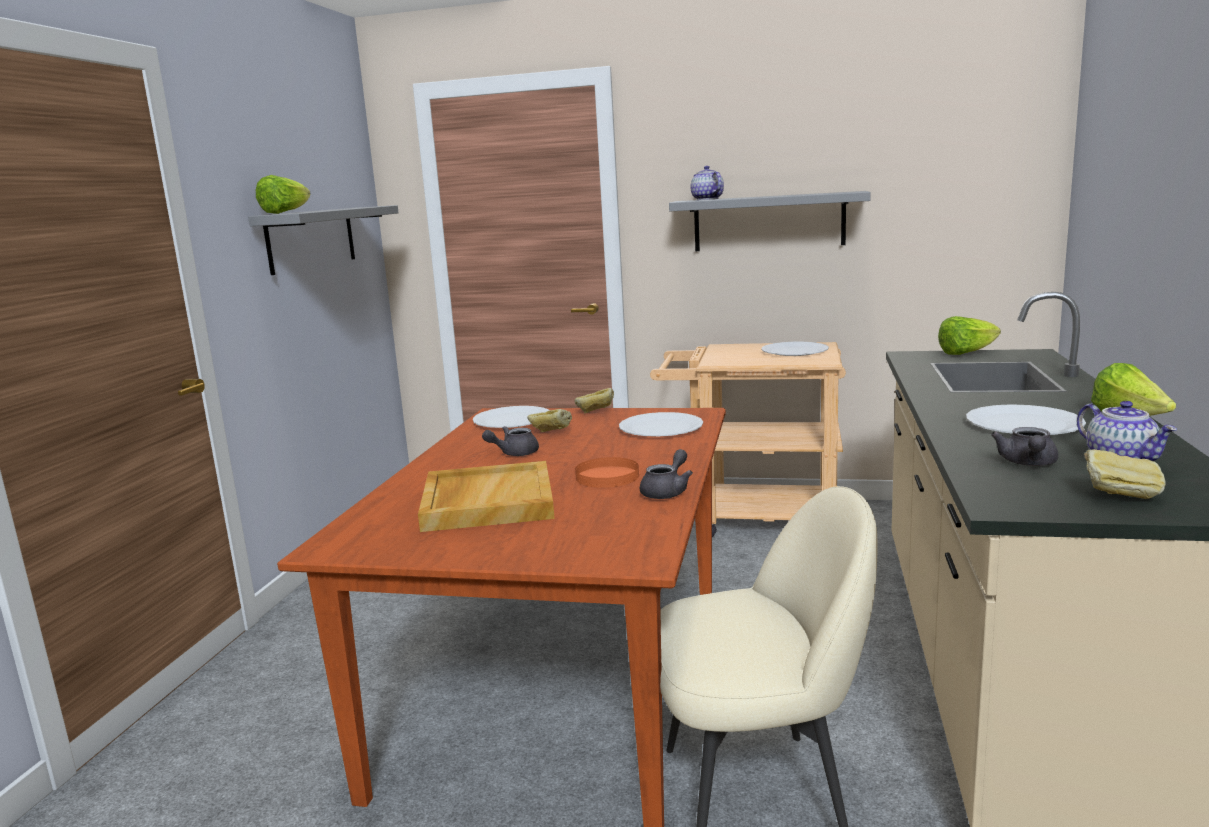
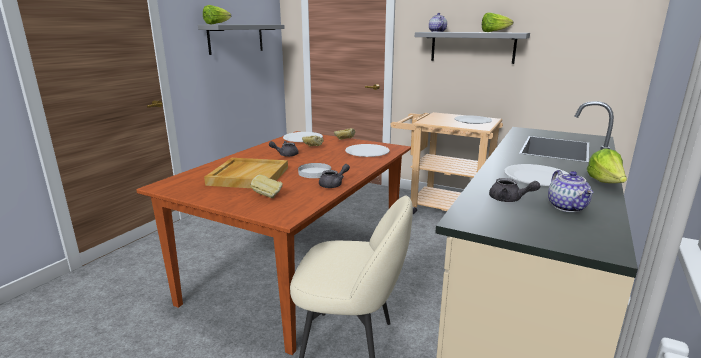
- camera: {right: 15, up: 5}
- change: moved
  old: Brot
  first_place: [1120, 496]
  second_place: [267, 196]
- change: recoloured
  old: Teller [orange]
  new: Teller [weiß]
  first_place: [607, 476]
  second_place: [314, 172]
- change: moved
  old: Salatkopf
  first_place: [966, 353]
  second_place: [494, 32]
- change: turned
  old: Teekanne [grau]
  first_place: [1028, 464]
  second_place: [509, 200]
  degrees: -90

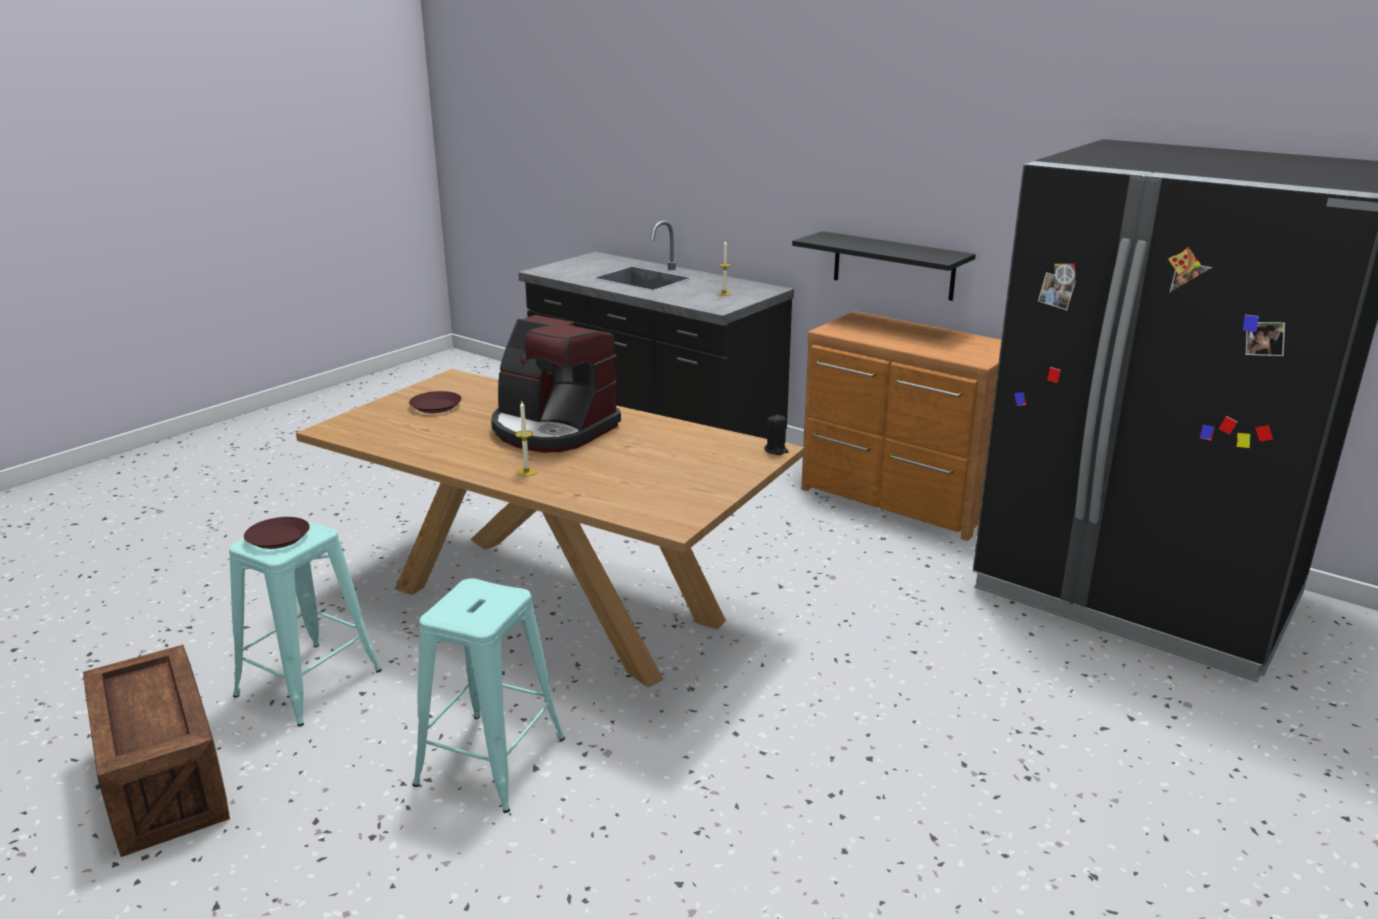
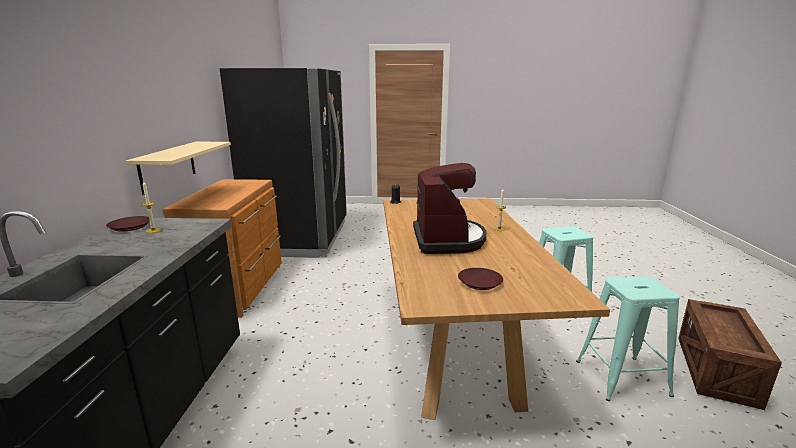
- camera: {right: -125, up: -5}
- change: moved
  old: Teller [braun]
  first_place: [279, 538]
  second_place: [130, 226]
- change: recoloured
  old: Wandregal [schwarz]
  new: Wandregal [beige]
  first_place: [893, 266]
  second_place: [168, 166]

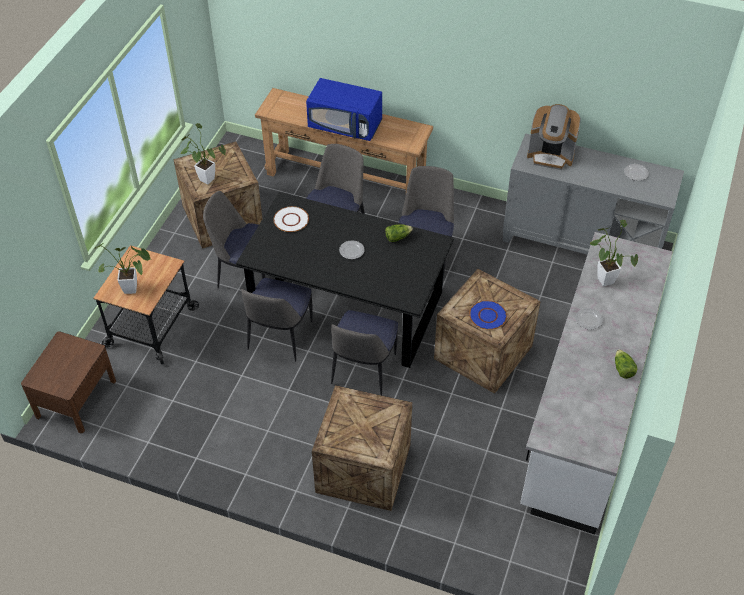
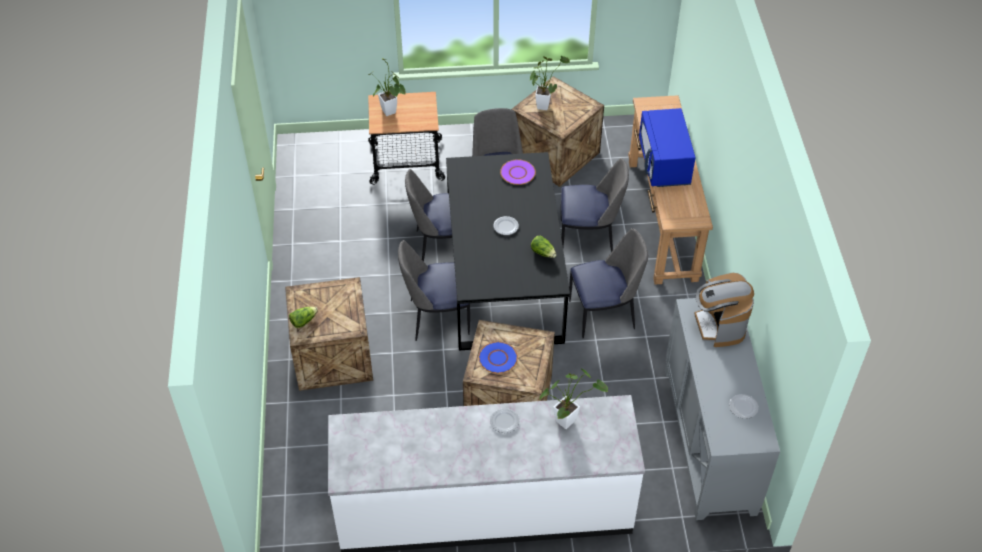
- camera: {right: 65, up: 0}
- change: moved
  old: Salatkopf
  first_place: [622, 369]
  second_place: [303, 321]
- change: recoloured
  old: Teller [weiß]
  new: Teller [lila]
  first_place: [291, 220]
  second_place: [517, 173]
- change: removed
  old: Nachttisch [braun]
  first_place: [76, 398]

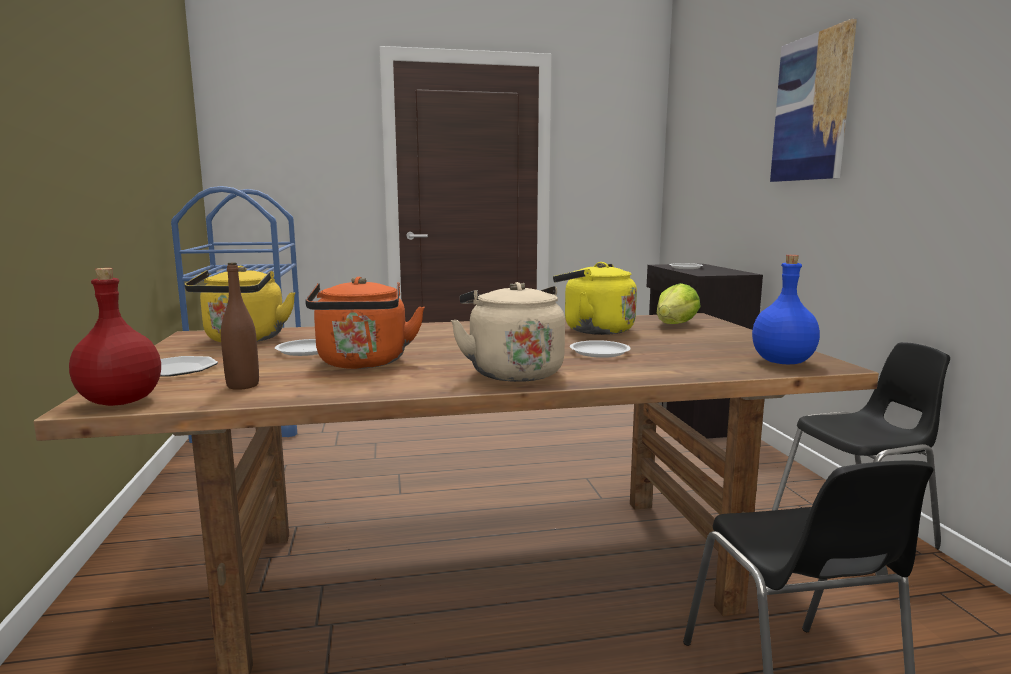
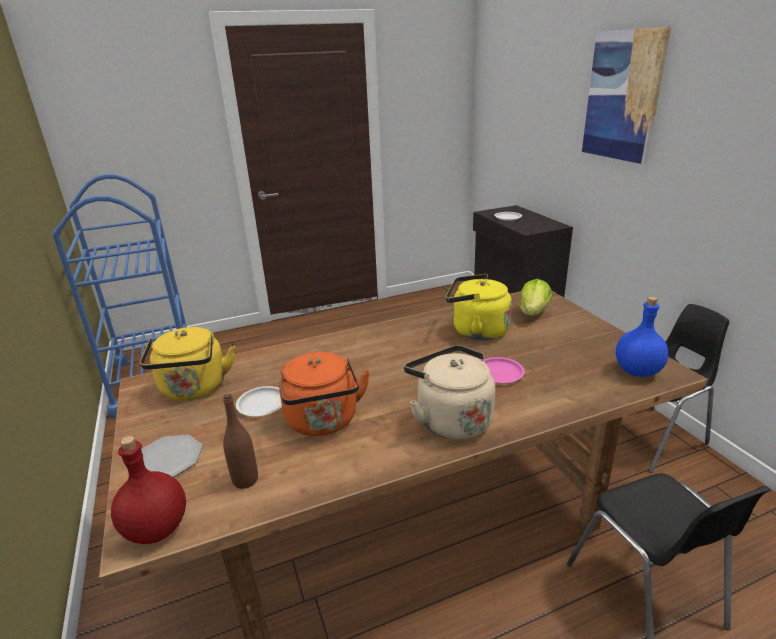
- camera: {right: -10, up: 15}
- change: recoloured
  old: Teller [weiß]
  new: Teller [rosa]
  first_place: [599, 352]
  second_place: [499, 373]

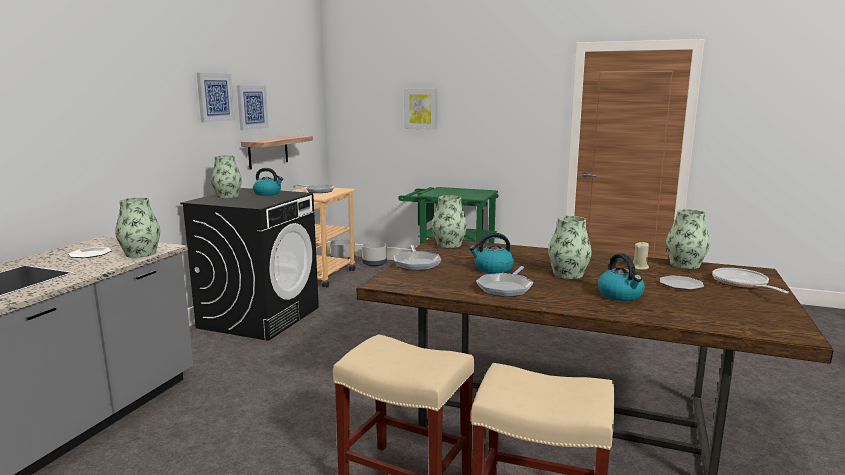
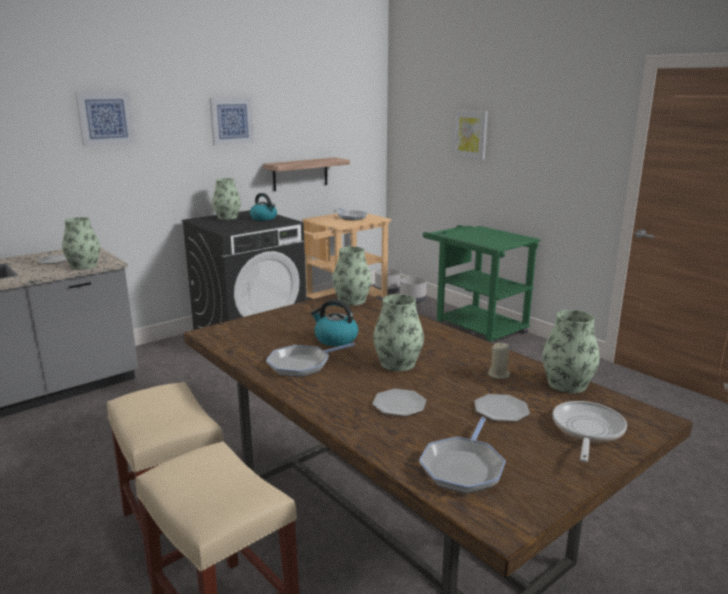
- camera: {right: 30, up: 5}
- change: moved
  old: Bild
  first_place: [252, 107]
  second_place: [105, 118]
- change: replaced
  old: Wasserkessel
  new: Teller
  first_place: [620, 295]
  second_place: [399, 404]
- change: moved
  old: Pfanne
  first_place: [416, 263]
  second_place: [463, 468]

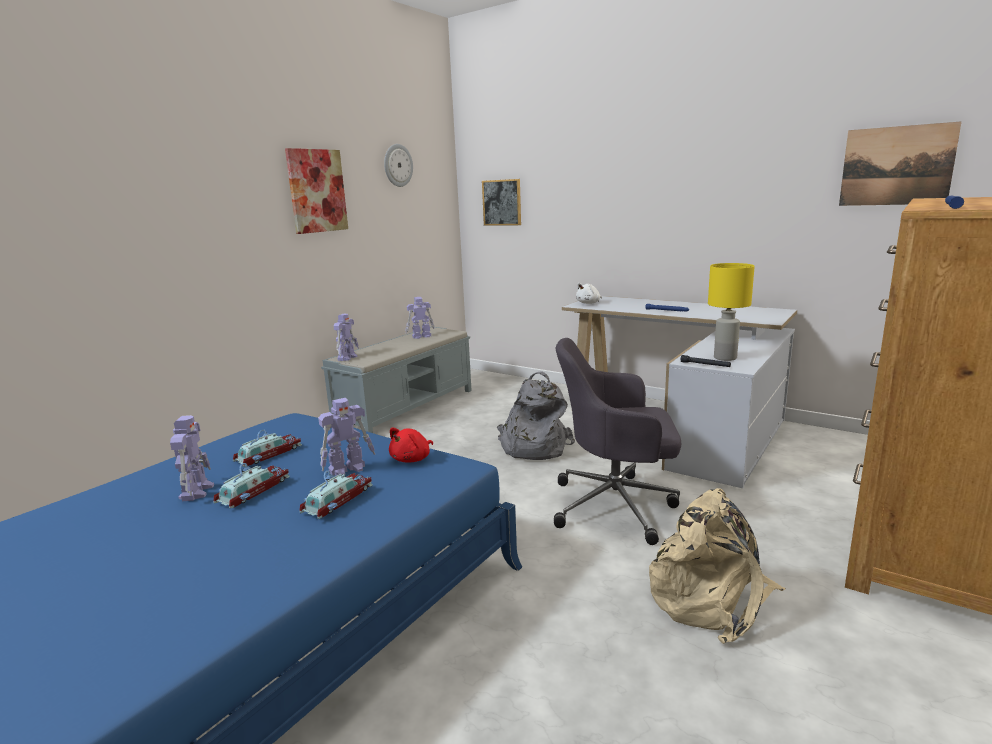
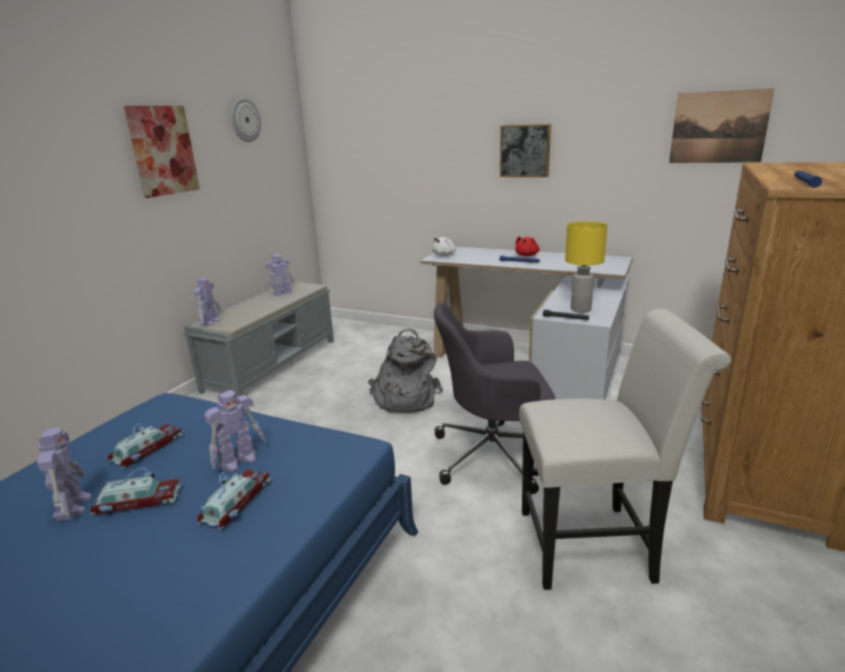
- camera: {right: -10, up: 5}
- change: turned
  old: Spielzeugauto
  first_place: [251, 491]
  second_place: [137, 500]
  degrees: 60
- change: moved
  old: Bild
  first_place: [502, 202]
  second_place: [525, 151]
- change: moved
  old: Plüschtier [rot]
  first_place: [412, 459]
  second_place: [527, 255]
- change: replaced
  old: Rucksack [beige]
  new: Stuhl [weiß]
  first_place: [711, 598]
  second_place: [595, 544]

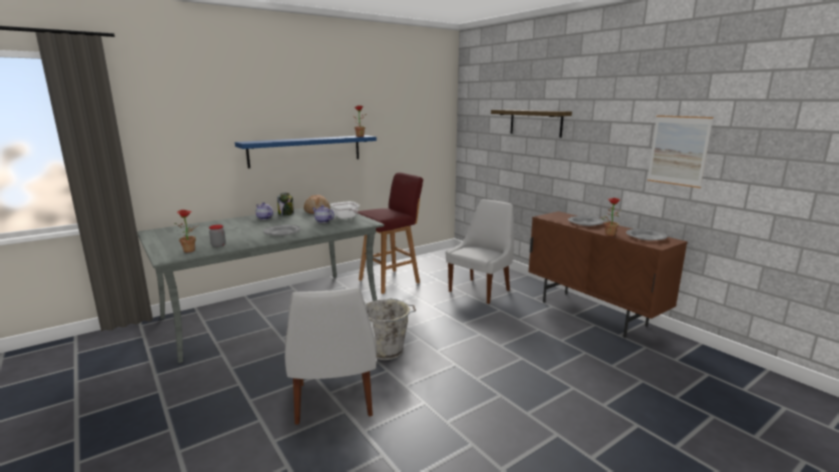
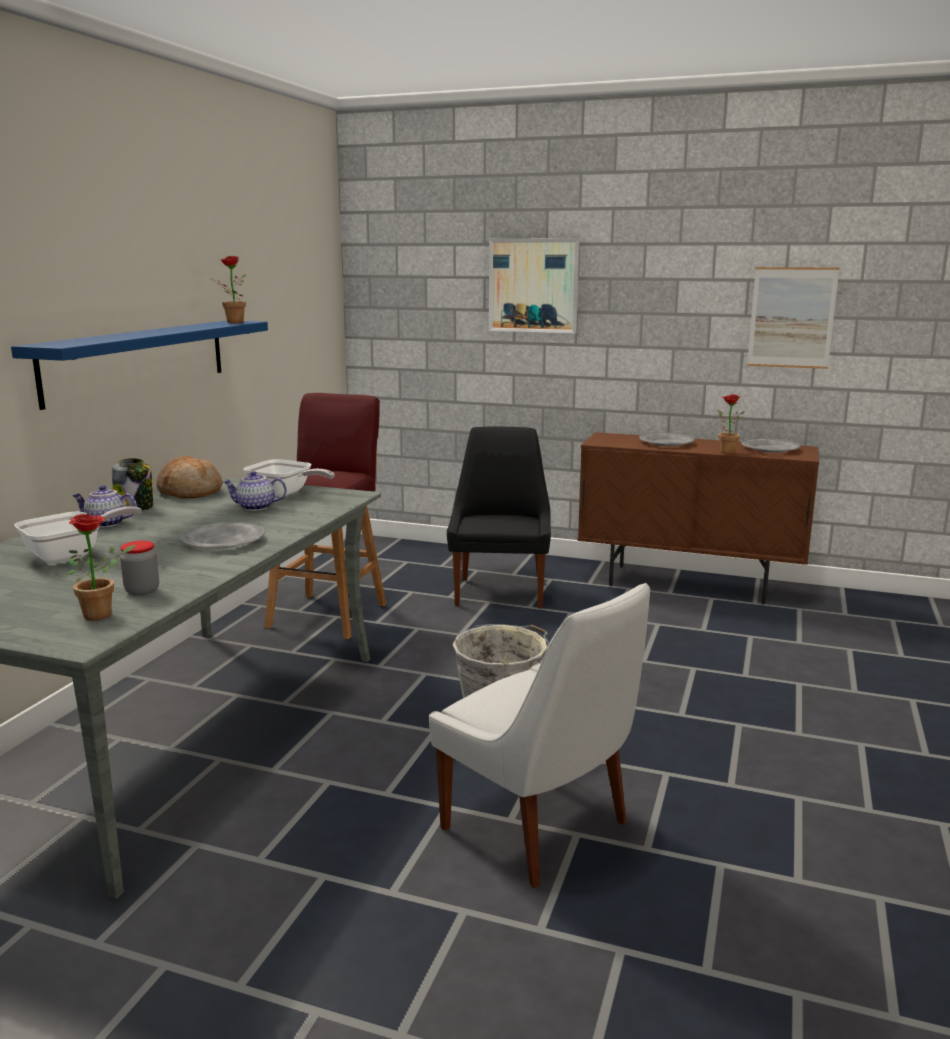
- camera: {right: -35, up: 0}
- change: added
  new: Pfanne
  second_place: [72, 554]
- change: recoloured
  old: Stuhl [weiß]
  new: Stuhl [schwarz]
  first_place: [480, 290]
  second_place: [500, 591]
- change: replaced
  old: Wandregal
  new: Bild
  first_place: [535, 123]
  second_place: [533, 285]

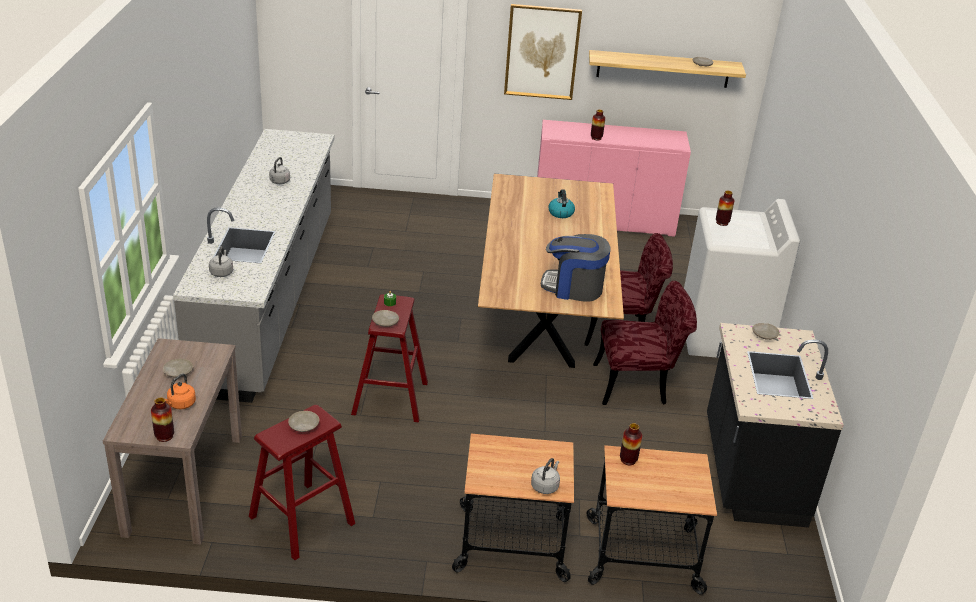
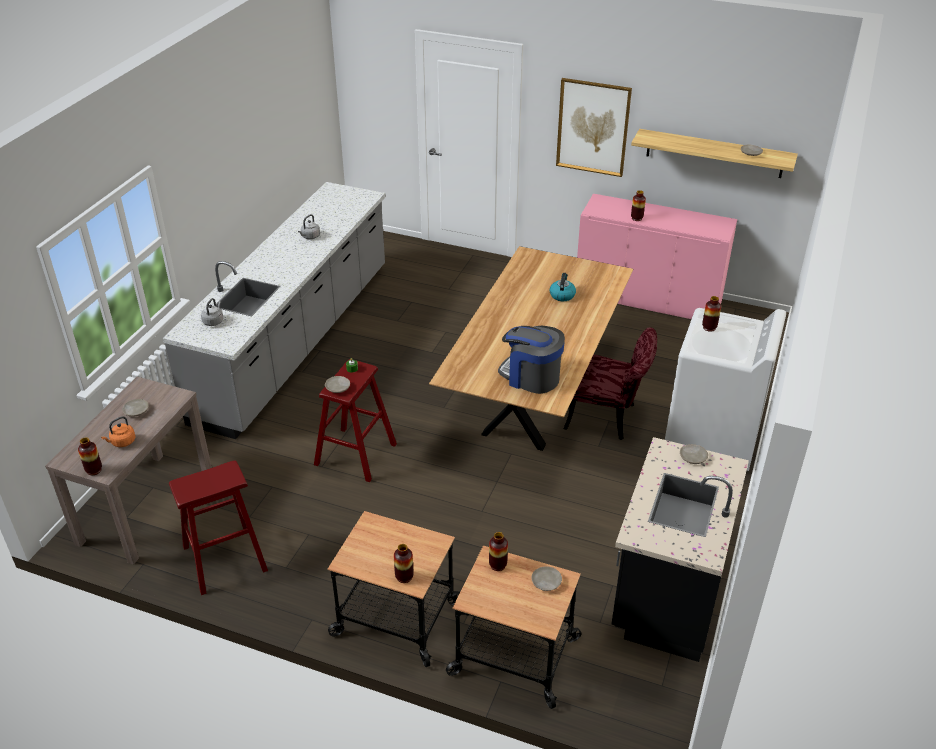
- camera: {right: 20, up: 5}
- change: replaced
  old: Wasserkessel [grau]
  new: Vase
  first_place: [545, 486]
  second_place: [404, 577]
- change: moved
  old: Teller [beige]
  first_place: [303, 425]
  second_place: [546, 582]
- change: removed
  old: Stuhl [rot]
  first_place: [638, 385]

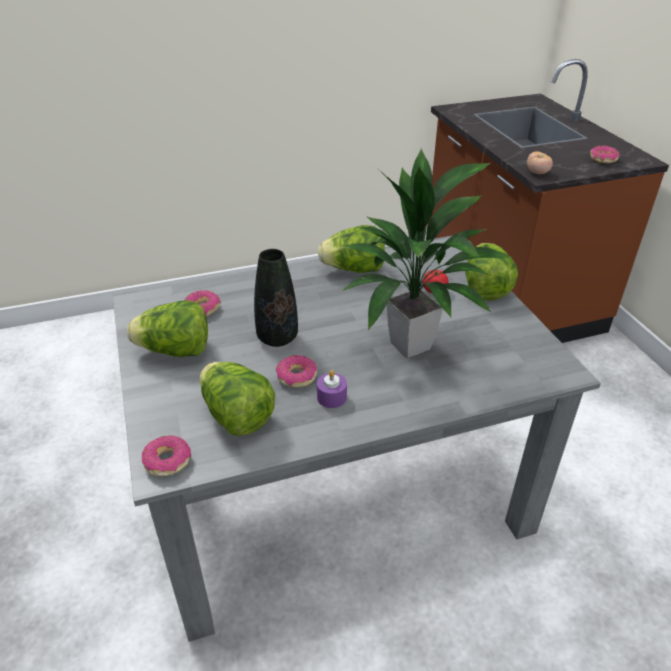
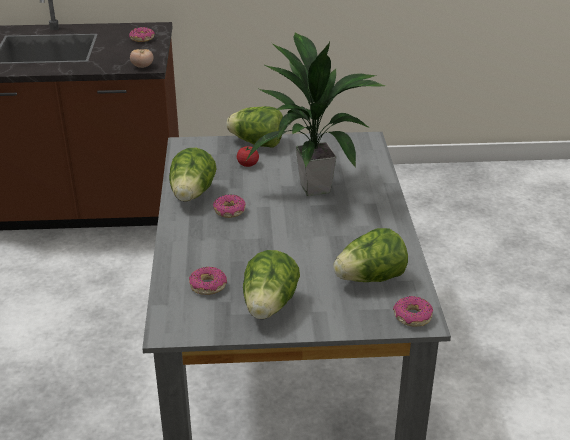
- camera: {right: -75, up: -5}
- change: moved
  old: Donut
  first_place: [296, 377]
  second_place: [229, 211]
- change: removed
  old: Vase [schwarz]
  first_place: [277, 338]
- change: removed
  old: Kerze [lila]
  first_place: [331, 397]

